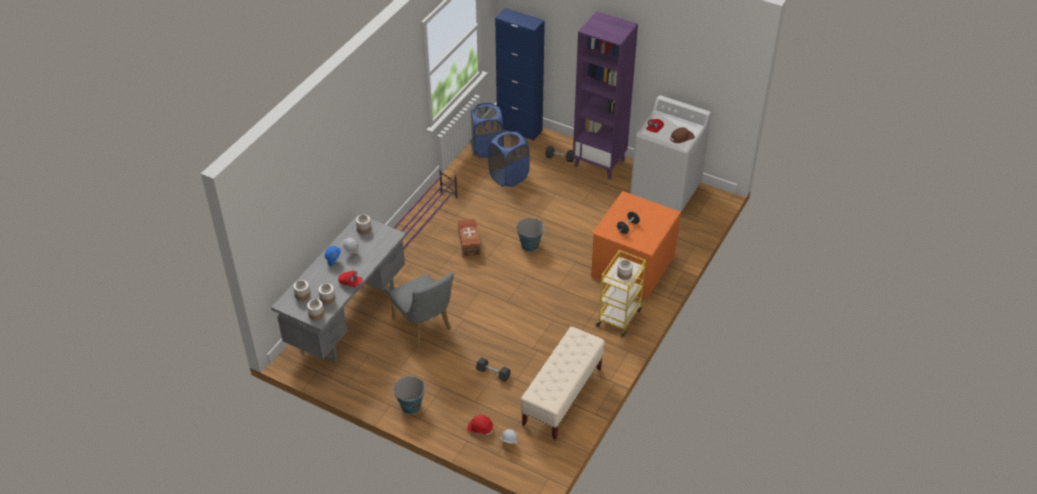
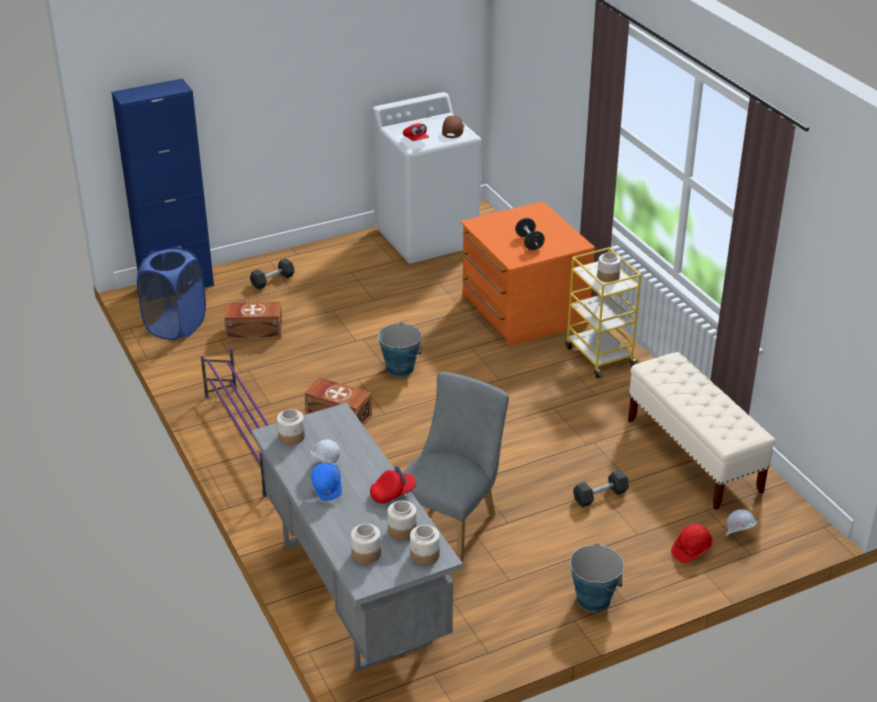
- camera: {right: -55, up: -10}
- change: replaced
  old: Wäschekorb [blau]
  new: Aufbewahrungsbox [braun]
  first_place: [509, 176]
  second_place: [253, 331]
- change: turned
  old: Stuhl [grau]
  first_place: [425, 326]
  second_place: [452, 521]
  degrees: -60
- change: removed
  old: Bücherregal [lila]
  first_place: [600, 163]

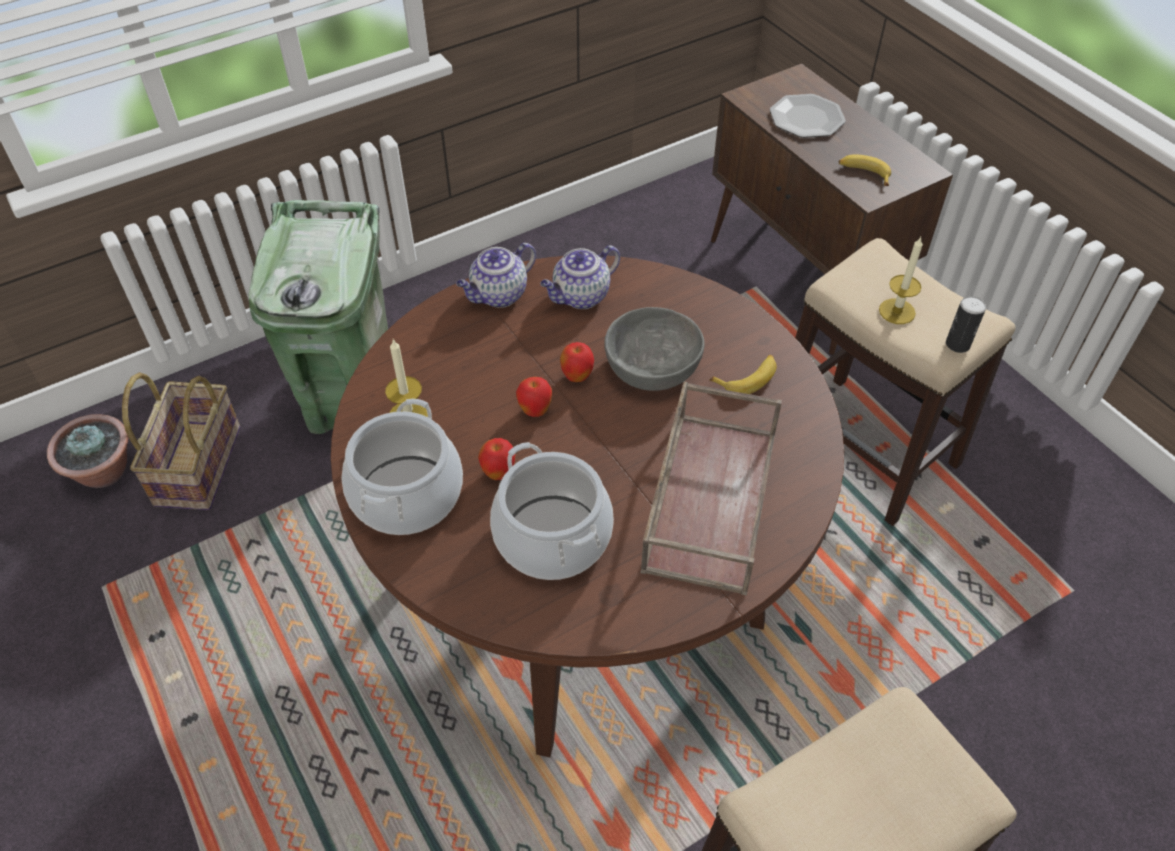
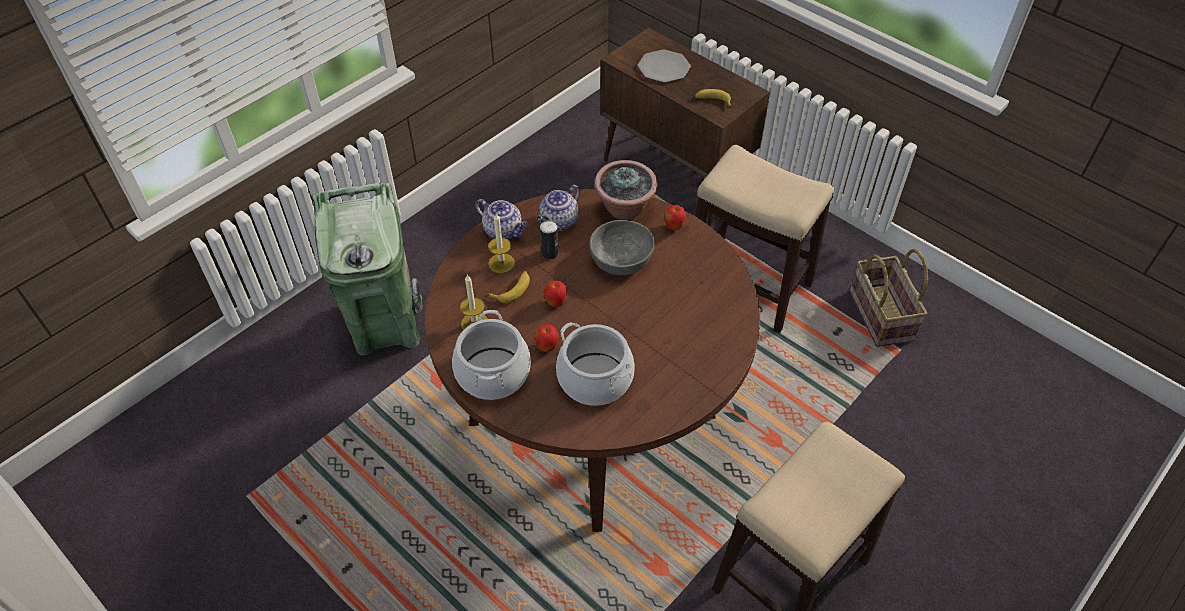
- camera: {right: -15, up: 0}
- change: turned
  old: Teekanne
  first_place: [498, 295]
  second_place: [504, 231]
  degrees: -90
- change: moved
  old: Banane
  first_place: [747, 378]
  second_place: [512, 289]
- change: moved
  old: Kerze
  first_place: [897, 311]
  second_place: [501, 263]
- change: moved
  old: Dose
  first_place: [957, 344]
  second_place: [550, 253]
- change: moved
  old: Topfpflanze
  first_place: [104, 473]
  second_place: [625, 209]
- change: moved
  old: Apfel
  first_place: [577, 377]
  second_place: [674, 227]
- change: moved
  old: Korb
  first_place: [196, 465]
  second_place: [879, 315]
- change: removed
  old: Tablett [braun]
  first_place: [708, 498]

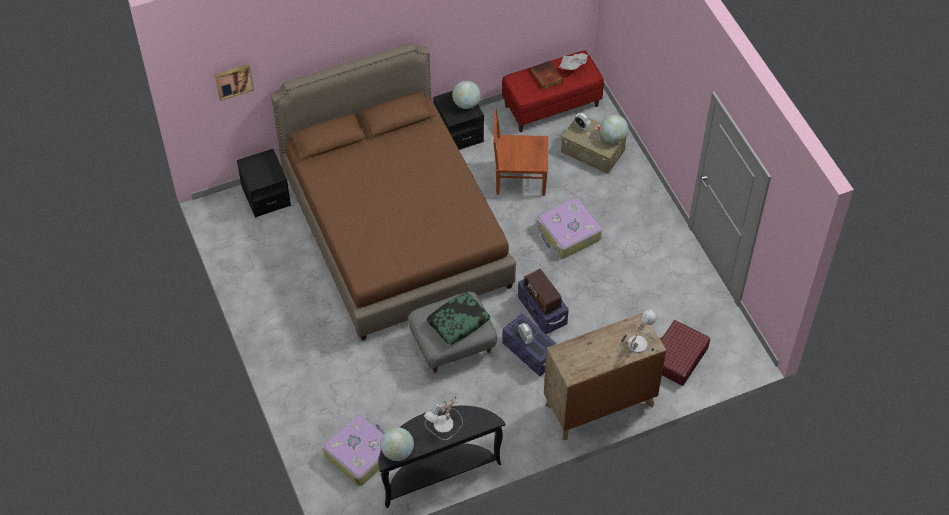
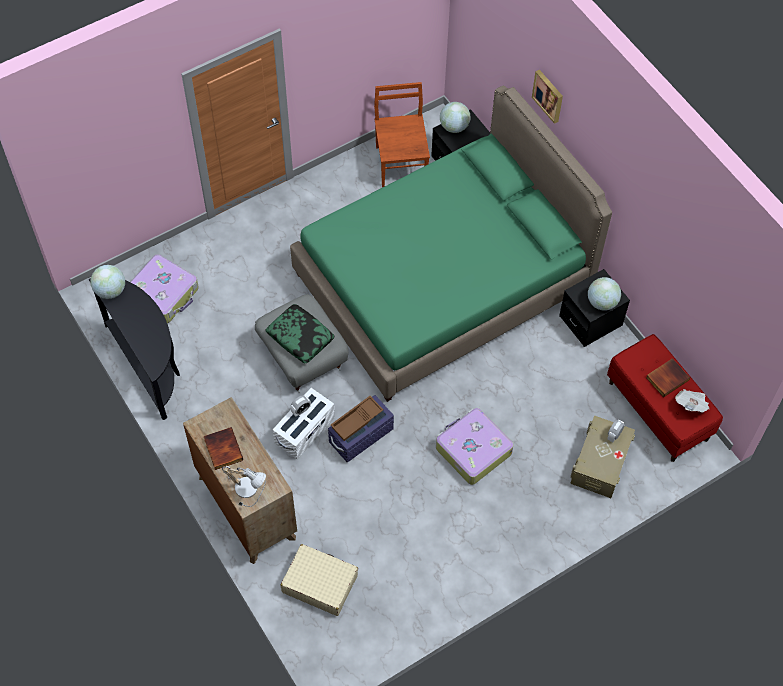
- camera: {right: 80, up: 5}
- change: added
  new: Buch
  second_place: [222, 449]
- change: recoloured
  old: Aufbewahrungsbox [lila]
  new: Aufbewahrungsbox [weiß]
  first_place: [530, 352]
  second_place: [305, 430]
- change: recoloured
  old: Koffer [rot]
  new: Koffer [beige]
  first_place: [677, 358]
  second_place: [319, 583]
- change: recoloured
  old: Bett [braun]
  new: Bett [grün]
  first_place: [395, 229]
  second_place: [442, 281]
- change: replaced
  old: Radio
  new: Tablett [braun]
  first_place: [542, 298]
  second_place: [357, 421]
- change: moved
  old: Stuhl [braun]
  first_place: [519, 178]
  second_place: [401, 163]
- change: moved
  old: Globus
  first_place: [613, 137]
  second_place: [454, 127]
- change: moved
  old: Bild
  first_place: [233, 80]
  second_place: [549, 95]
- change: removed
  old: Tischlampe
  first_place: [444, 426]

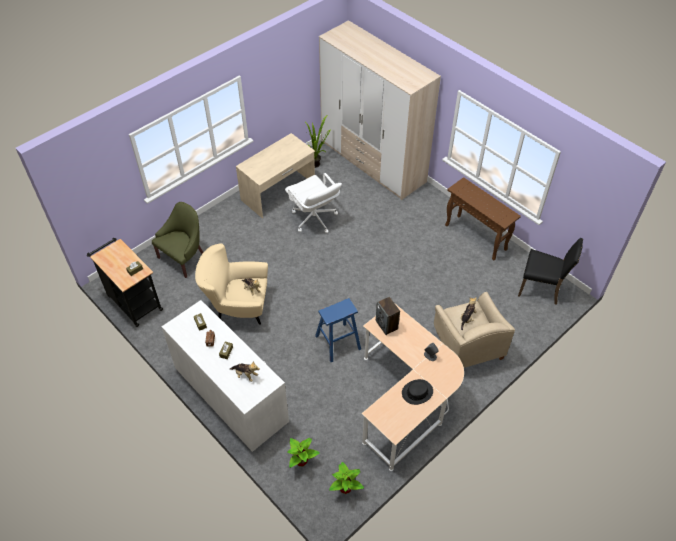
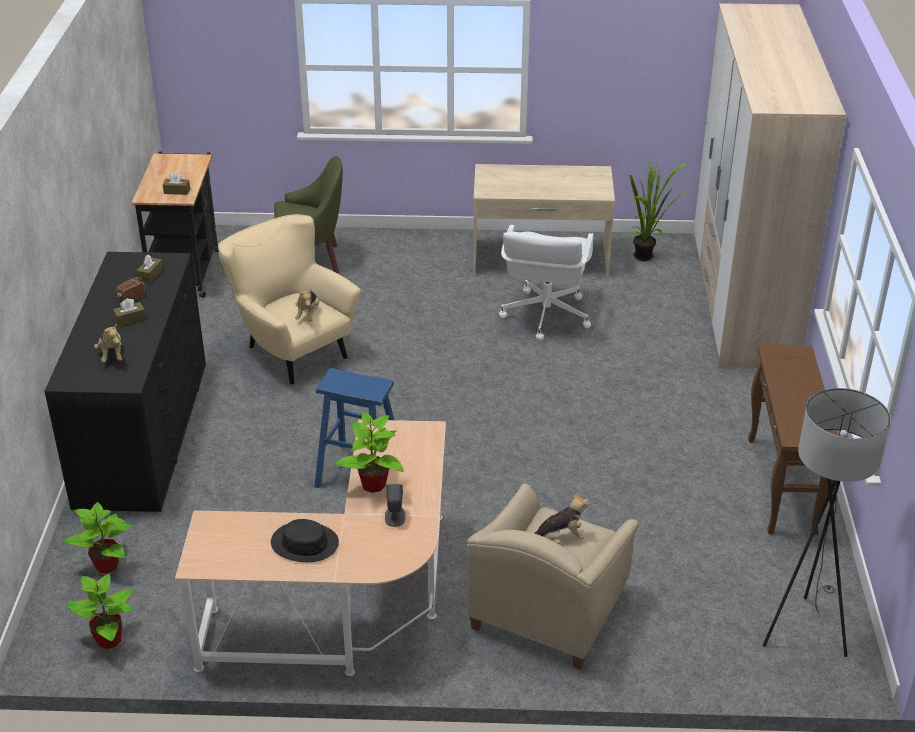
- camera: {right: 45, up: -15}
- change: recoloured
  old: Kommode [weiß]
  new: Kommode [schwarz]
  first_place: [230, 394]
  second_place: [143, 432]
- change: added
  new: Topfpflanze
  second_place: [373, 485]
- change: replaced
  old: Stuhl [schwarz]
  new: Stehlampe [grau]
  first_place: [541, 288]
  second_place: [803, 627]
- change: removed
  old: Lautsprecher
  first_place: [387, 325]

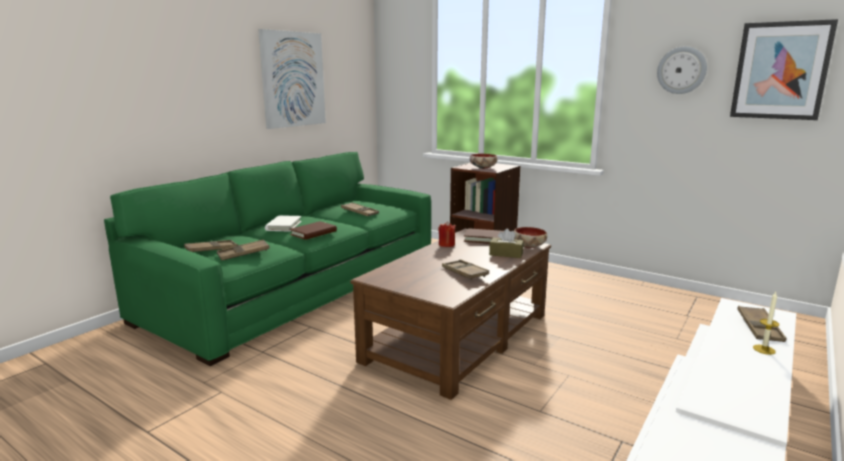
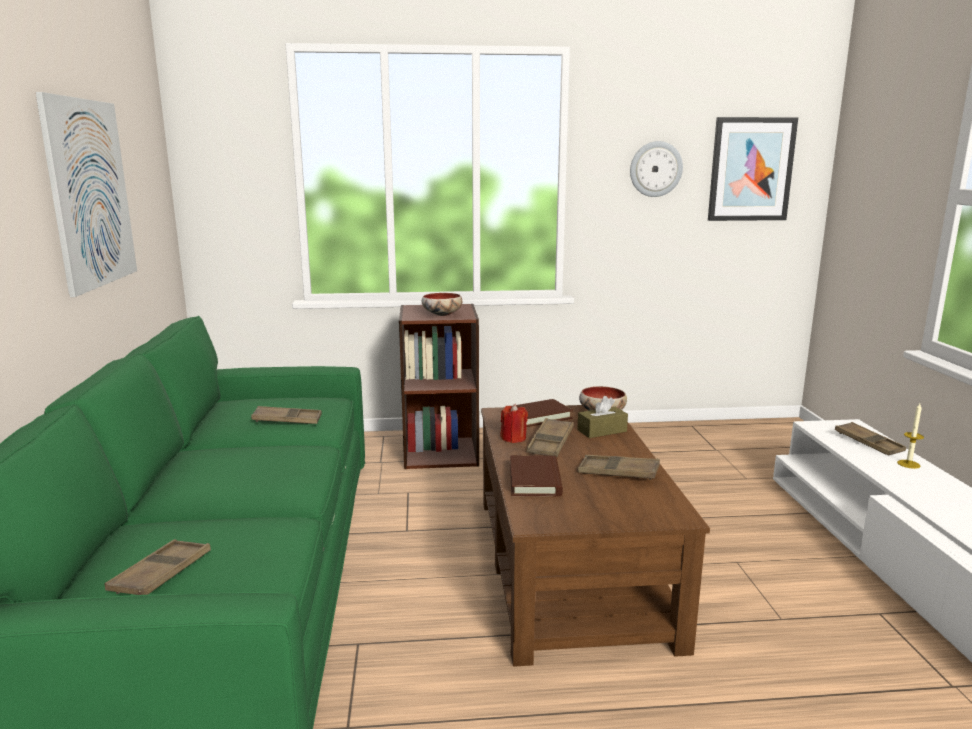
- camera: {right: -40, up: 0}
- change: moved
  old: Buch [braun]
  first_place: [313, 233]
  second_place: [535, 480]
- change: moved
  old: Tablett [braun]
  first_place: [243, 254]
  second_place: [550, 442]
- change: removed
  old: Buch [weiß]
  first_place: [283, 226]

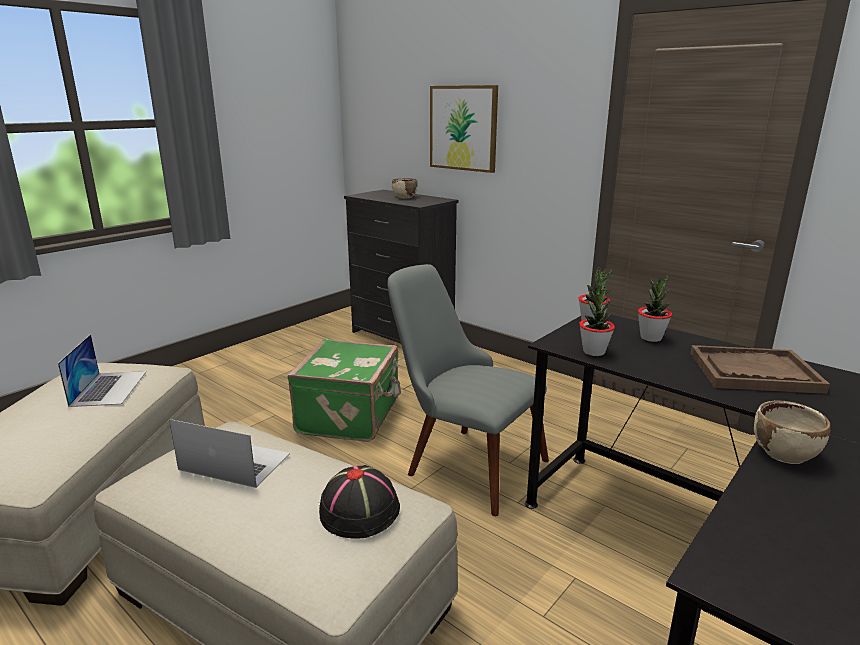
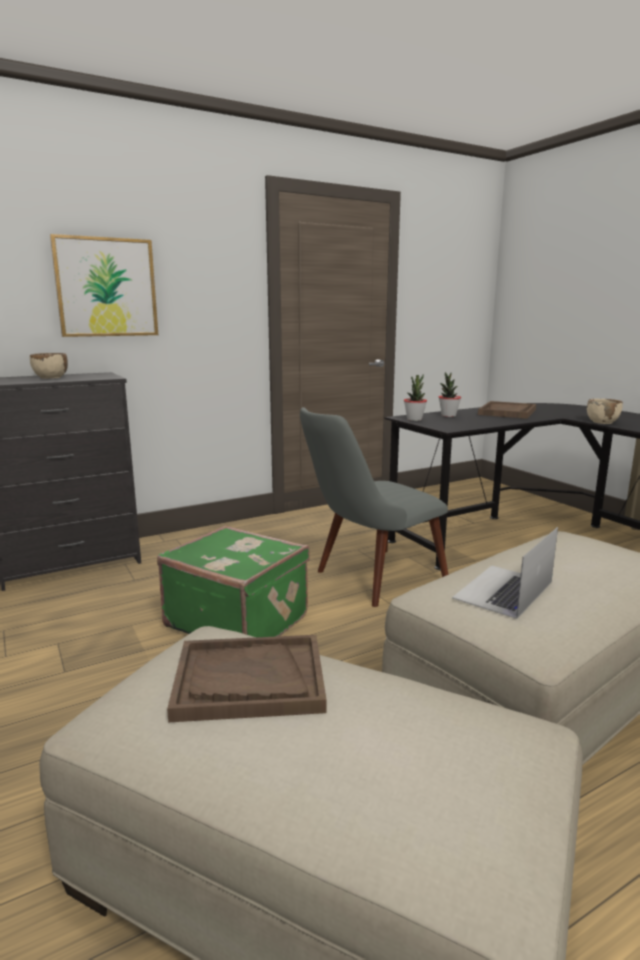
- camera: {right: -70, up: -5}
- change: replaced
  old: Laptop
  new: Tablett [braun]
  first_place: [109, 388]
  second_place: [249, 680]
- change: removed
  old: Hut [schwarz]
  first_place: [360, 511]
- change: removed
  old: Topfpflanze
  first_place: [594, 352]

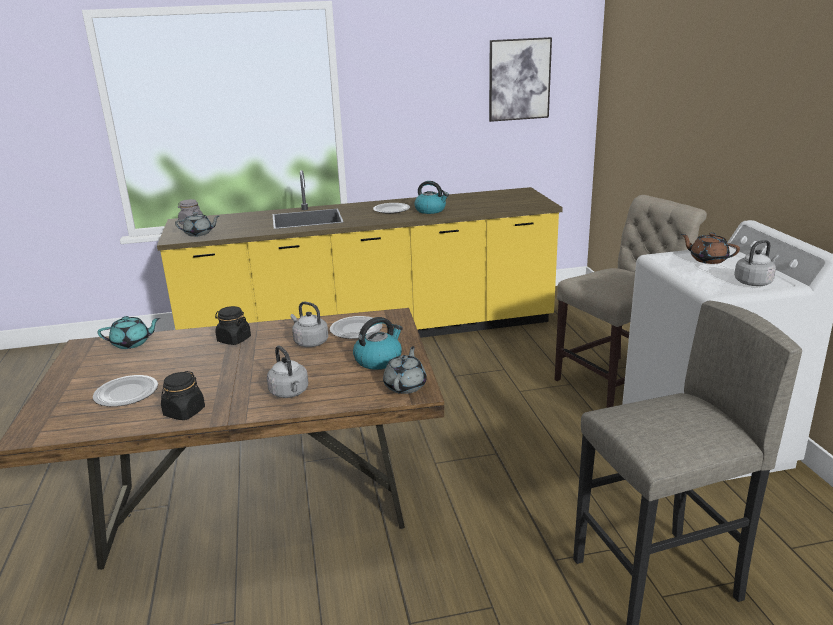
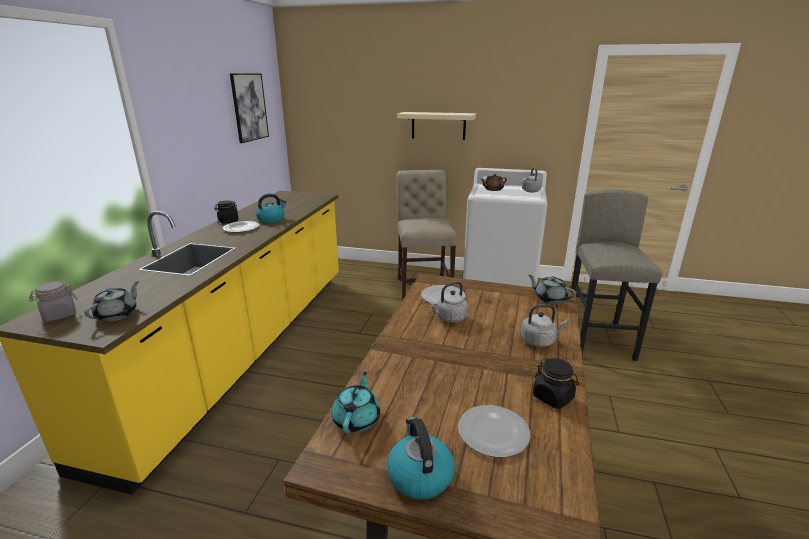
- camera: {right: -65, up: 0}
- change: moved
  old: Vorratsglas [schwarz]
  first_place: [234, 339]
  second_place: [228, 221]
- change: moved
  old: Wasserkessel
  first_place: [378, 360]
  second_place: [419, 475]
- change: added
  new: Wandregal [beige]
  second_place: [438, 125]

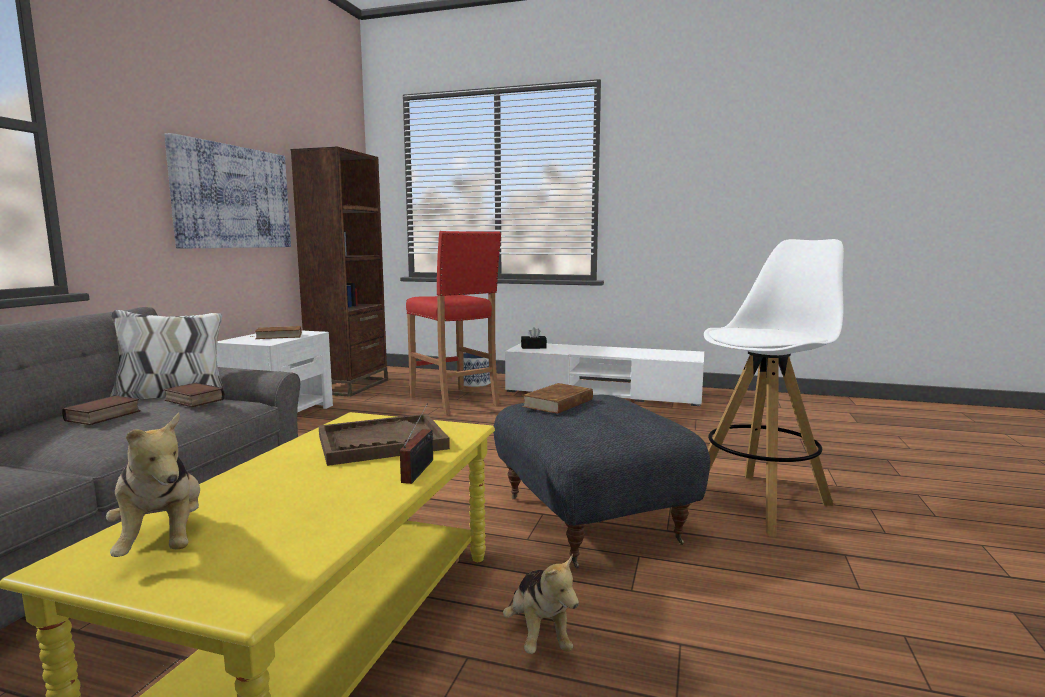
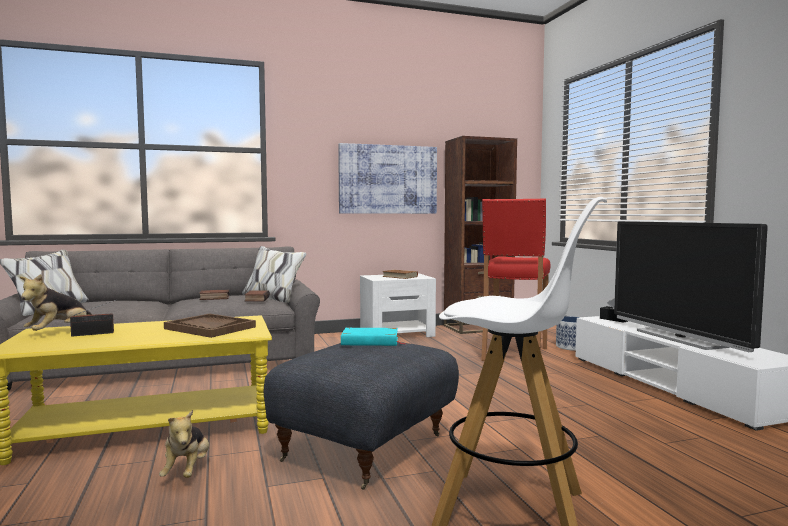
- camera: {right: 55, up: -5}
- change: moved
  old: Radio
  first_place: [420, 469]
  second_place: [95, 334]
- change: turned
  old: Plüschtier
  first_place: [539, 635]
  second_place: [187, 471]
  degrees: -45
- change: recoloured
  old: Buch [braun]
  new: Buch [türkis]
  first_place: [558, 403]
  second_place: [370, 341]
- change: added
  new: Fernseher
  second_place: [679, 338]

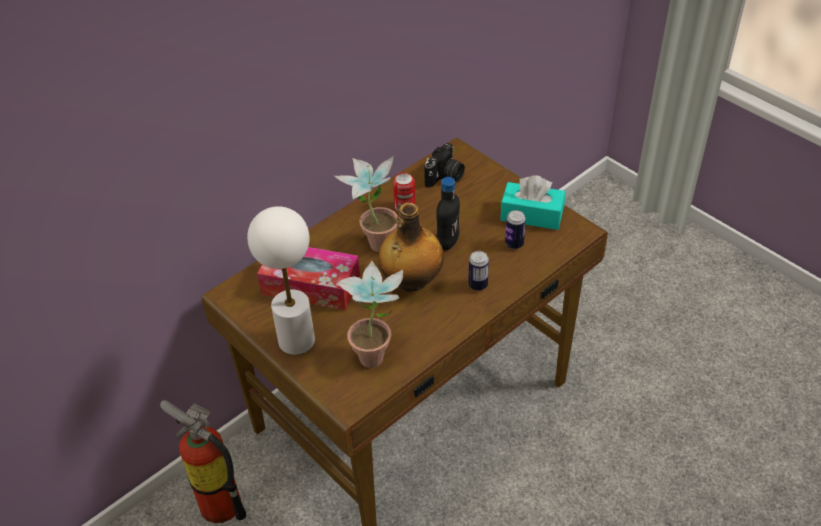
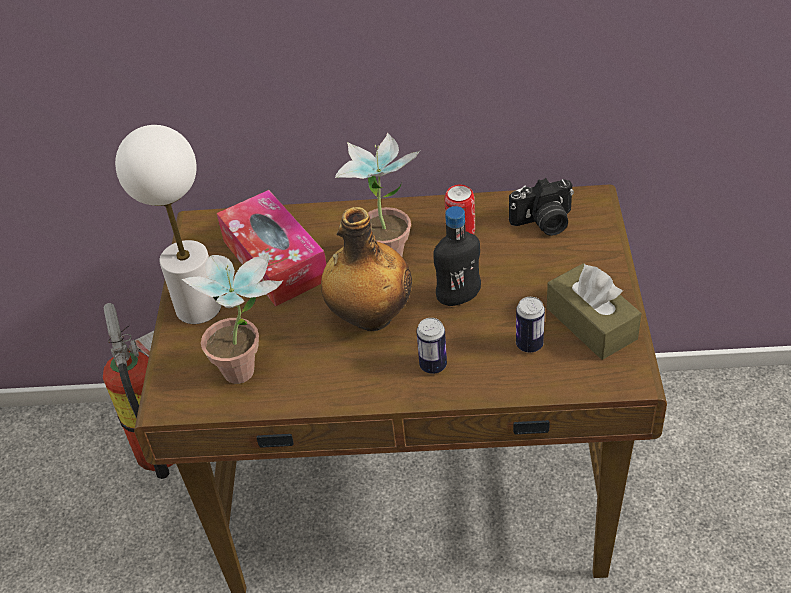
- camera: {right: 45, up: 0}
- change: recoloured
  old: Taschentuchbox [türkis]
  new: Taschentuchbox [braun]
  first_place: [531, 215]
  second_place: [591, 323]

